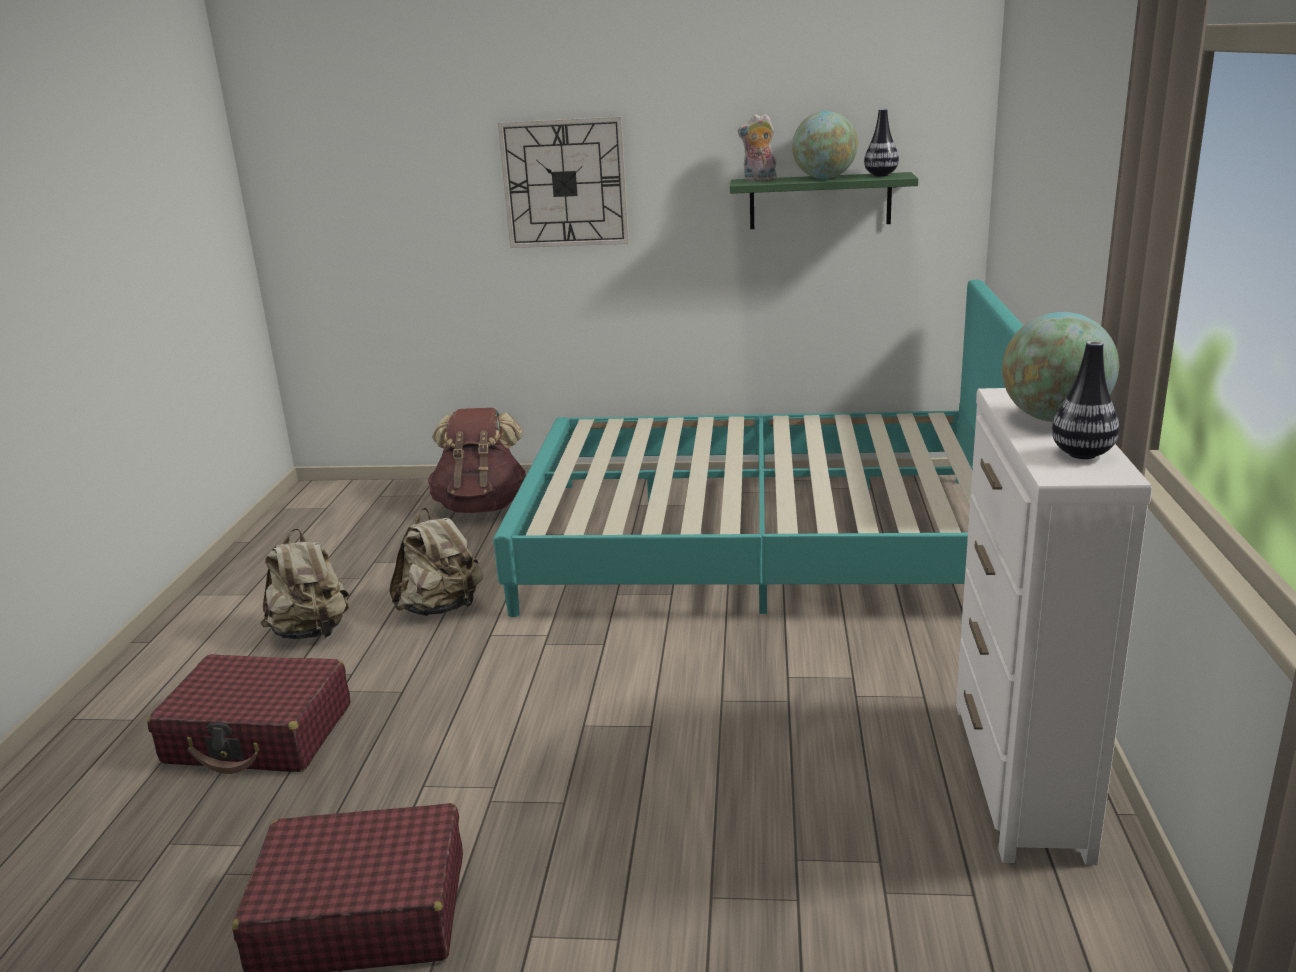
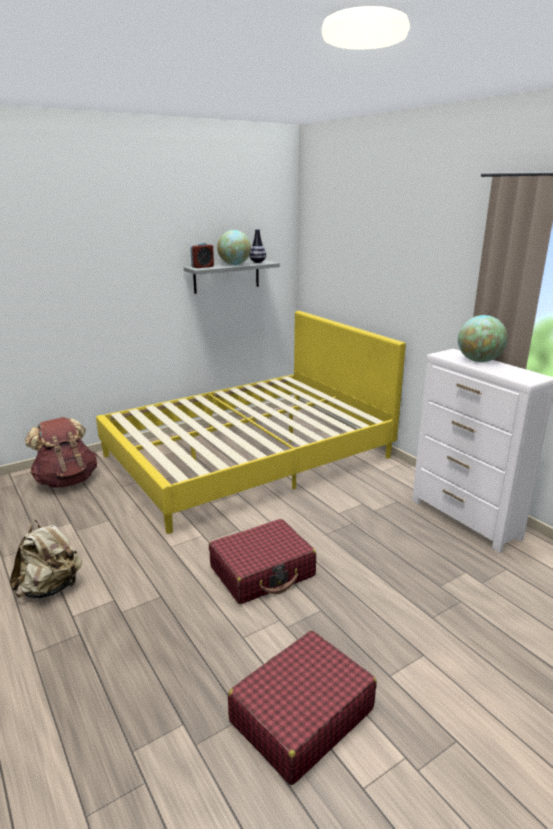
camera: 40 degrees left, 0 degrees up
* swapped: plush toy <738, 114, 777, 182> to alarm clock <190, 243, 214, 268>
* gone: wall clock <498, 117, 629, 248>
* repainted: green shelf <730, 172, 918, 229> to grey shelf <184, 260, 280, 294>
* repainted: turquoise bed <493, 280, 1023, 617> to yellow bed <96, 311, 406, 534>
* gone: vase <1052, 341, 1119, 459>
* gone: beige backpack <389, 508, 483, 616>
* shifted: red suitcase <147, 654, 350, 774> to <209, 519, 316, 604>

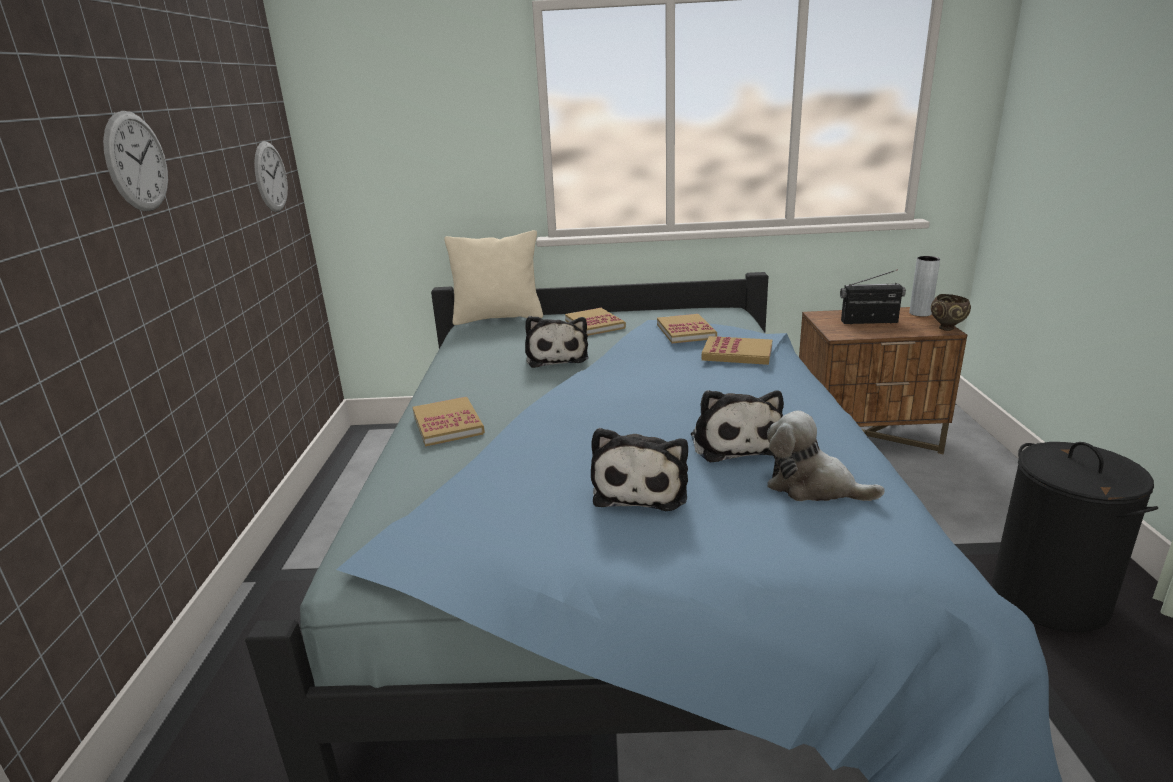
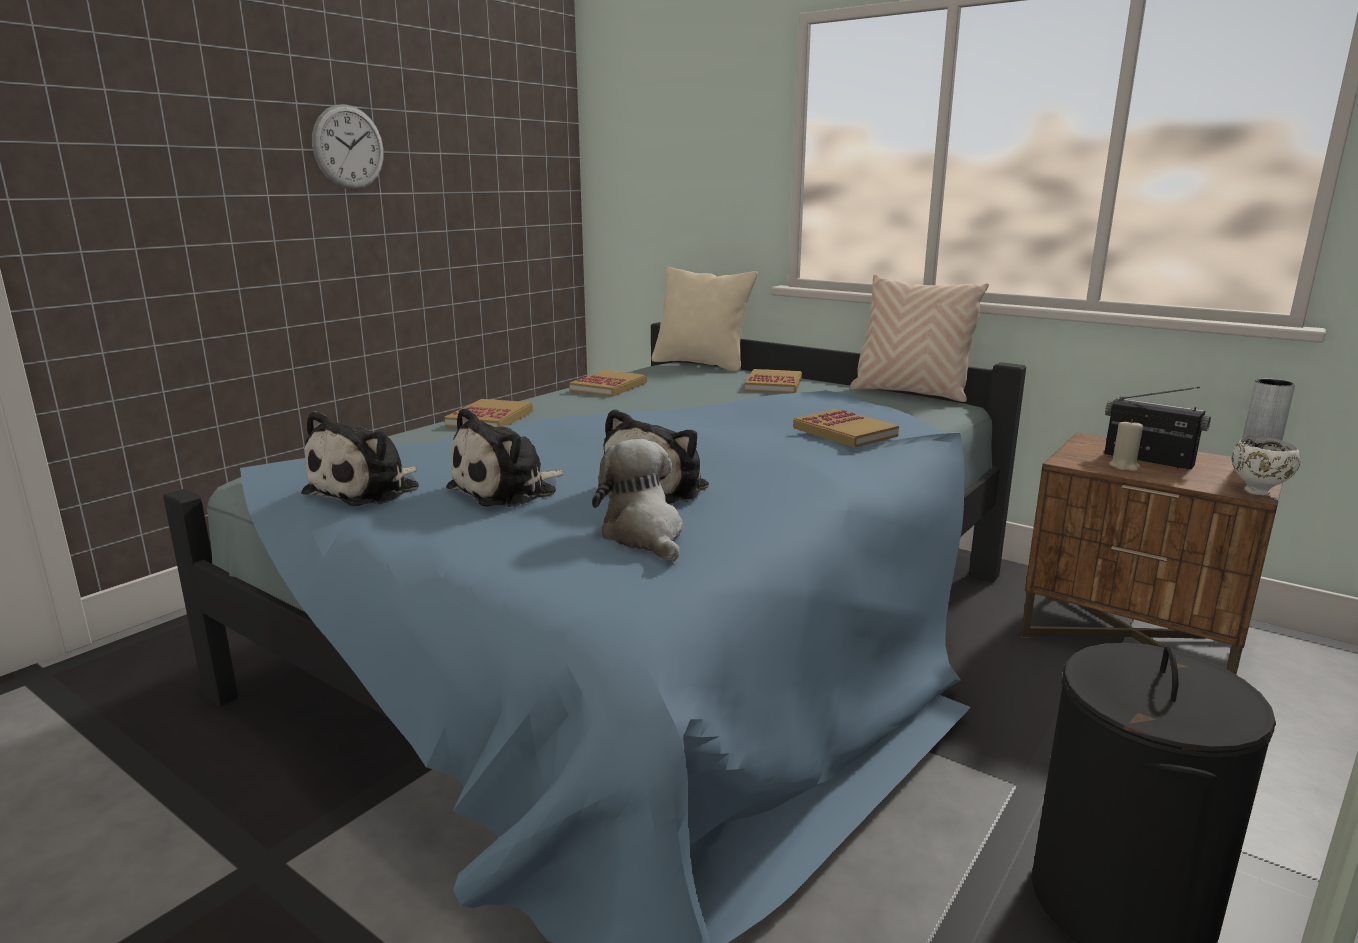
camera: 35 degrees right, 5 degrees down
* gone: wall clock <254, 141, 288, 212>
* repainted: brown bowl <931, 294, 971, 331> to white bowl <1232, 435, 1300, 495>
* shifted: book <657, 314, 717, 343> to <569, 370, 647, 397>
* shifted: plush toy <525, 316, 589, 368> to <301, 411, 419, 506>
* new: beige pillow <850, 275, 989, 402>
* new: beige candle <1109, 419, 1143, 471>

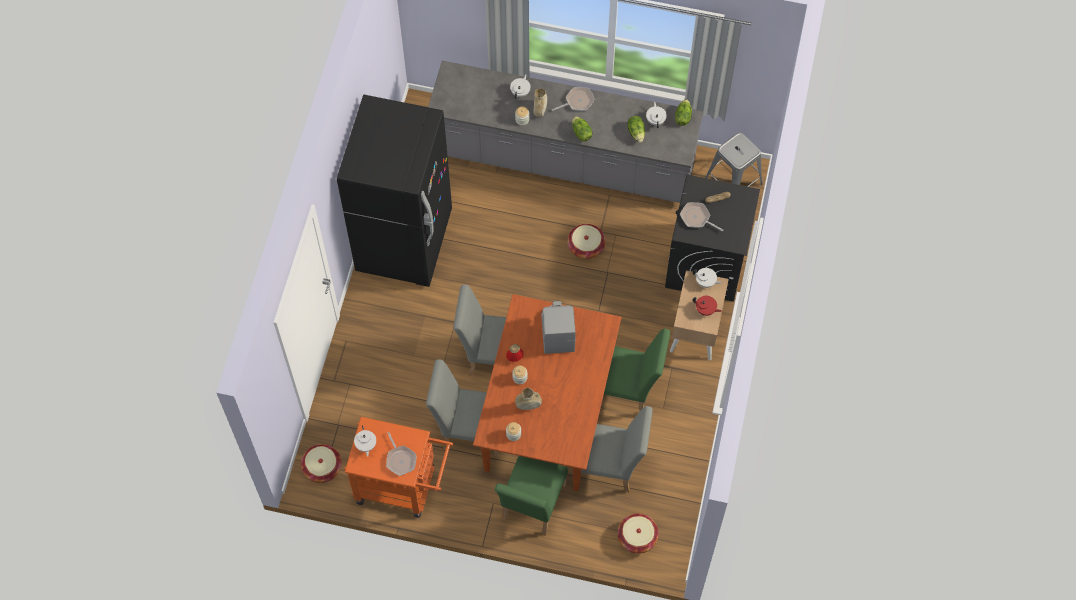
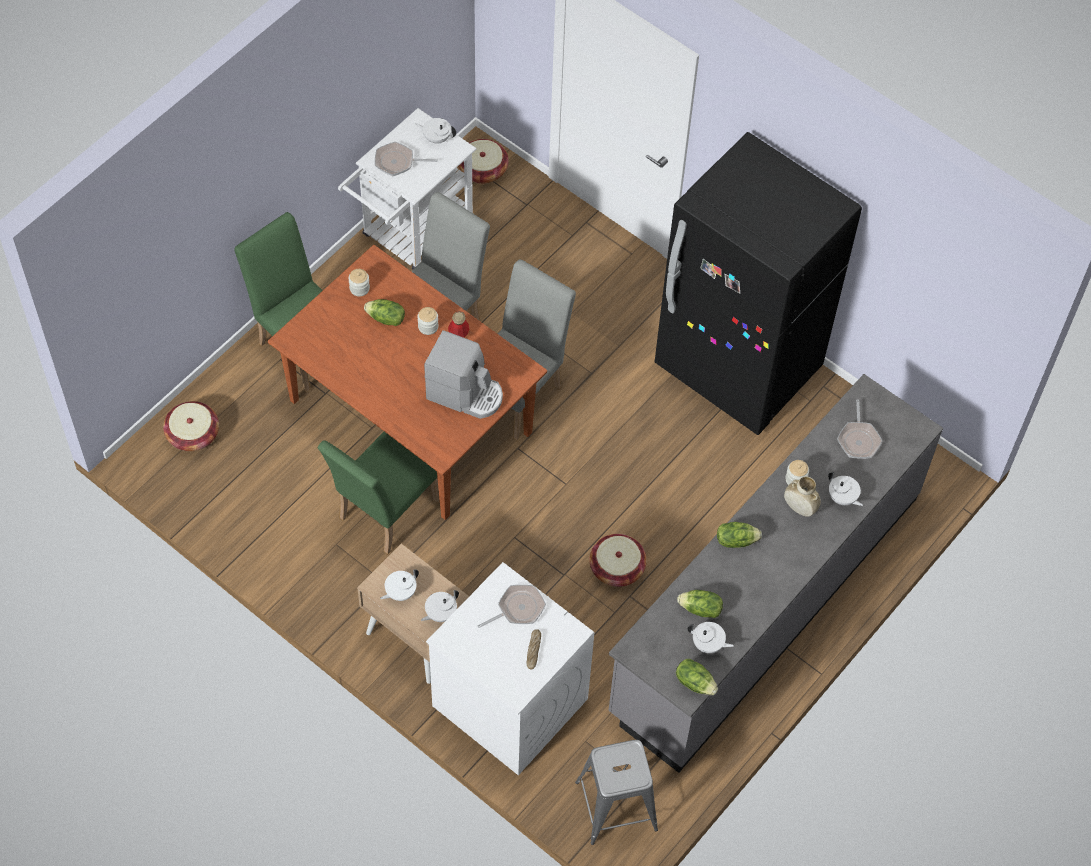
camera: 115 degrees right, 5 degrees down
* shifted: frying pan <552, 87, 595, 111> to <837, 399, 882, 459>
* repainted: black washing machine <665, 175, 760, 302> to white washing machine <426, 562, 595, 775>
* repainted: red teapot <693, 296, 722, 316> to white teapot <380, 569, 419, 601>
* swapped: beige vase <515, 388, 542, 410> to lettuce <364, 299, 405, 326>
* gone: grey chair <581, 406, 653, 492>
* repainted: orange cart <344, 417, 453, 518> to white cart <338, 108, 476, 269>

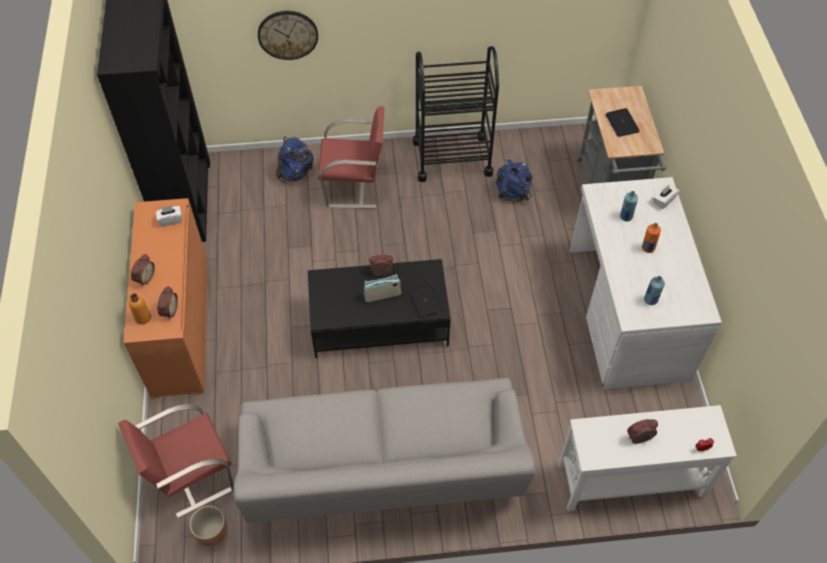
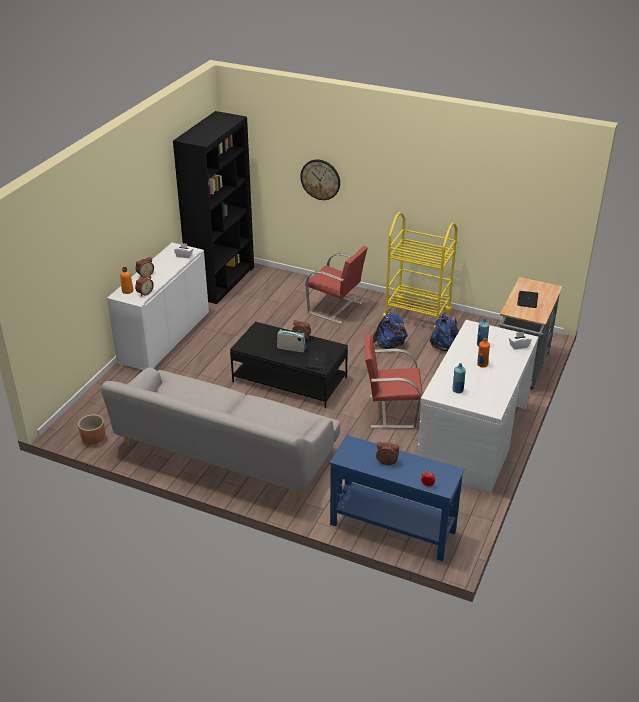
camera: 30 degrees right, 20 degrees down
* repainted: black cart <413, 46, 499, 182> to yellow cart <383, 212, 458, 330>
* shifted: blue backpack <276, 137, 313, 182> to <373, 309, 408, 349>
* repainted: orange cabinet <124, 198, 207, 399> to white cabinet <107, 243, 209, 370>
* shifted: red chair <118, 404, 234, 518> to <364, 334, 423, 429>
* repainted: white console table <558, 405, 737, 511> to blue console table <329, 435, 464, 561>

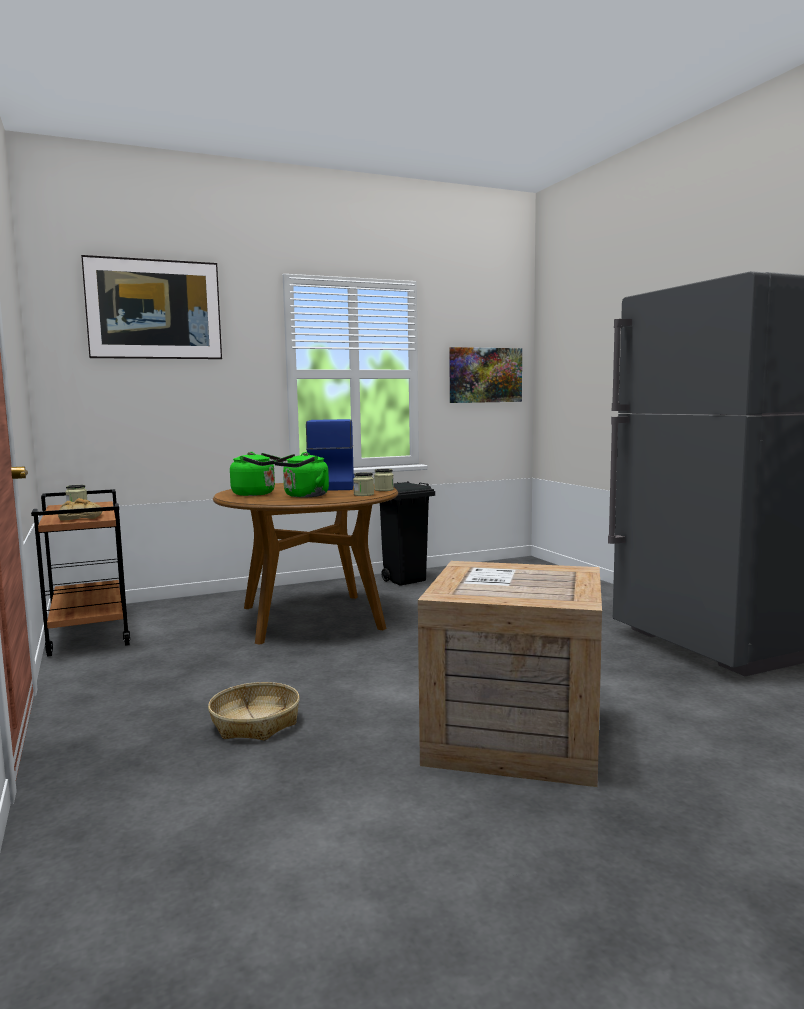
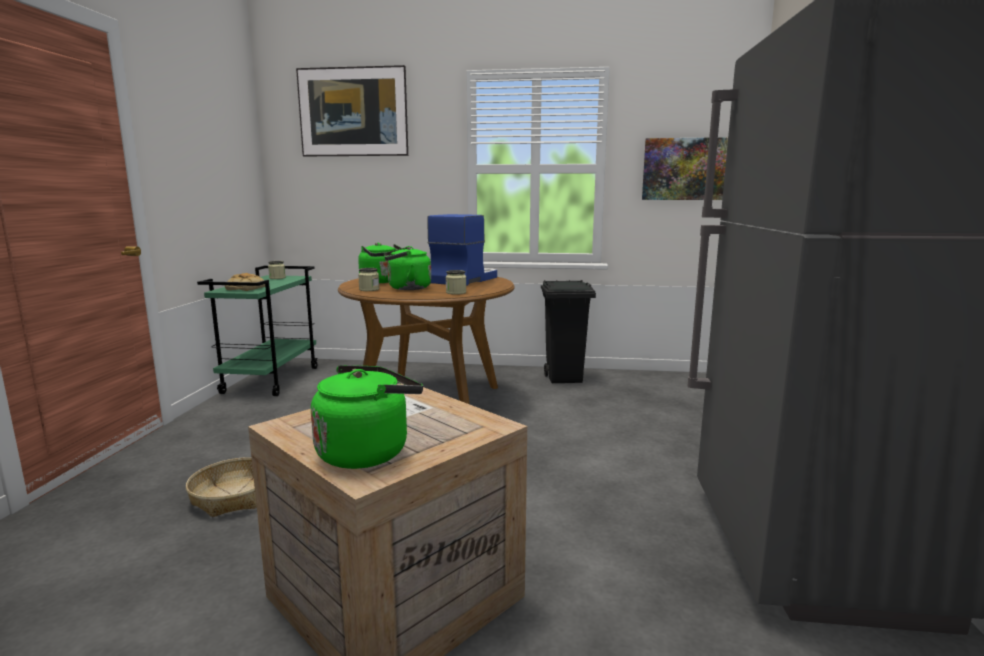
camera: 30 degrees right, 5 degrees up
* shifted: jar <374, 469, 394, 491> to <358, 268, 379, 291>
* repainted: brown cart <31, 489, 130, 657> to green cart <197, 266, 318, 396>
* new: green kettle <311, 365, 423, 469>

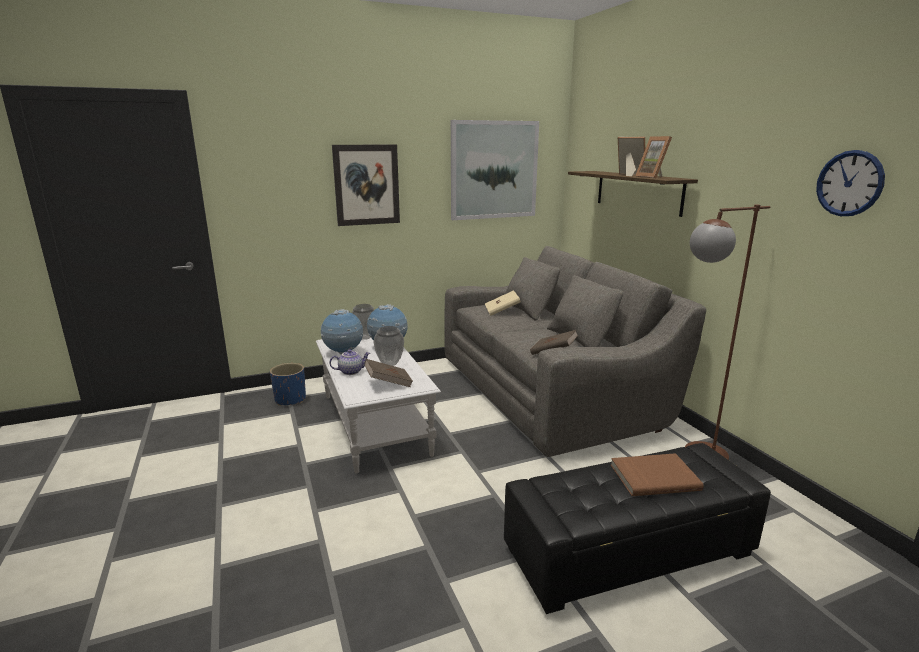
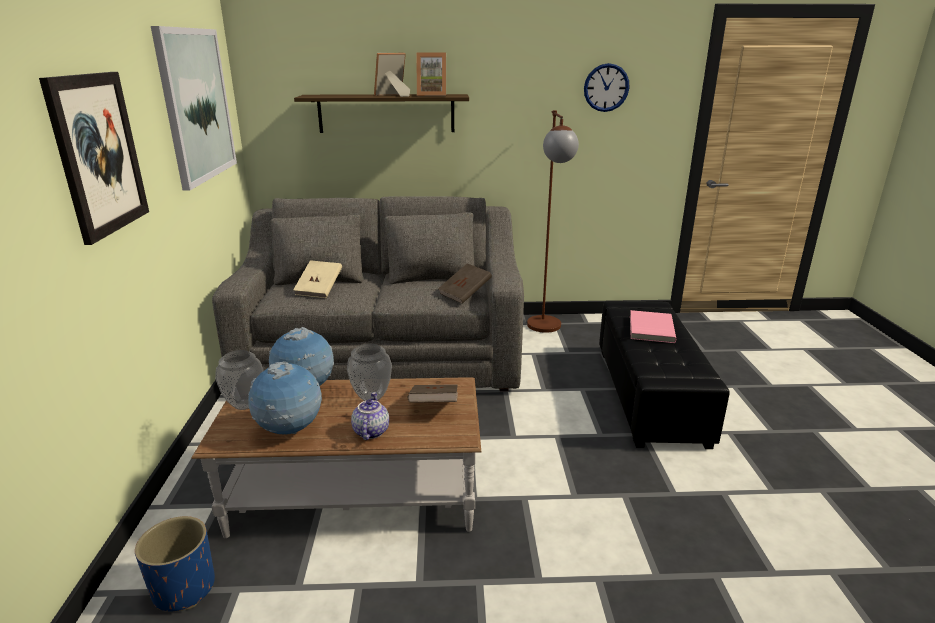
camera: 70 degrees left, 5 degrees up
* repainted: white coffee table <316, 338, 441, 473> to brown coffee table <191, 377, 481, 538>
* repainted: brown book <611, 453, 704, 496> to pink book <630, 310, 676, 343>

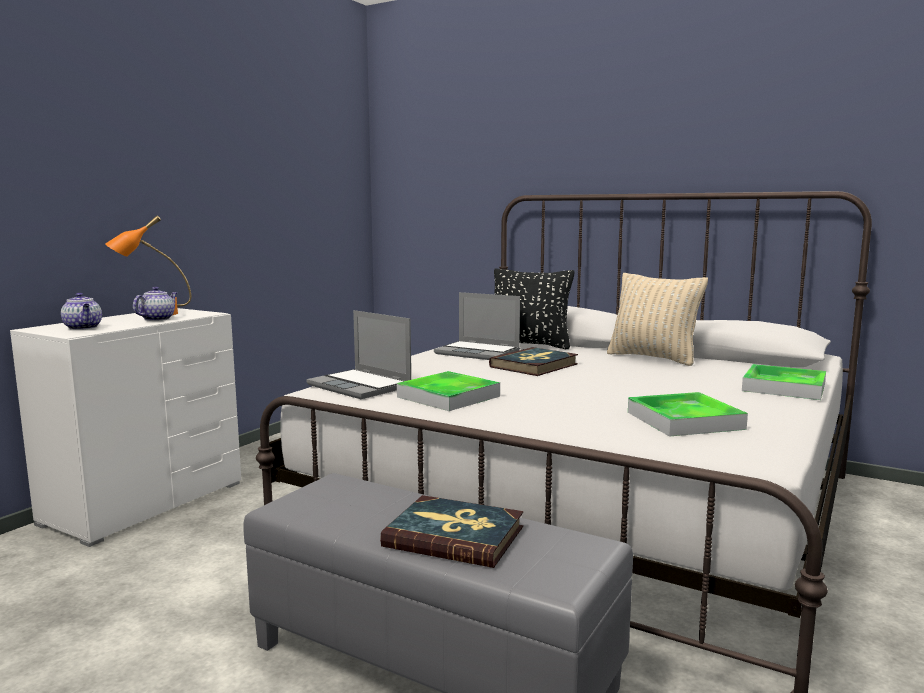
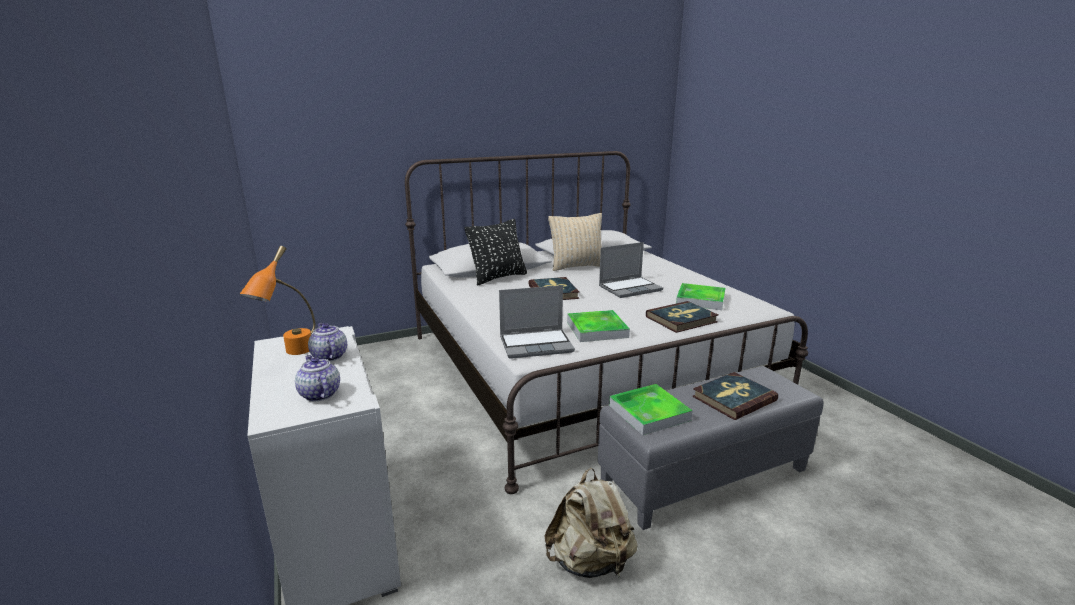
camera: 55 degrees left, 10 degrees up
* shifted: laptop <434, 292, 520, 360> to <599, 242, 663, 298>
* rotated: teapot <61, 293, 102, 330> = <295, 355, 340, 402> 120 degrees counterclockwise
* shifted: tray <742, 364, 826, 400> to <609, 384, 693, 435>
* new: book <646, 301, 718, 333>
* new: beige backpack <545, 468, 638, 578>

